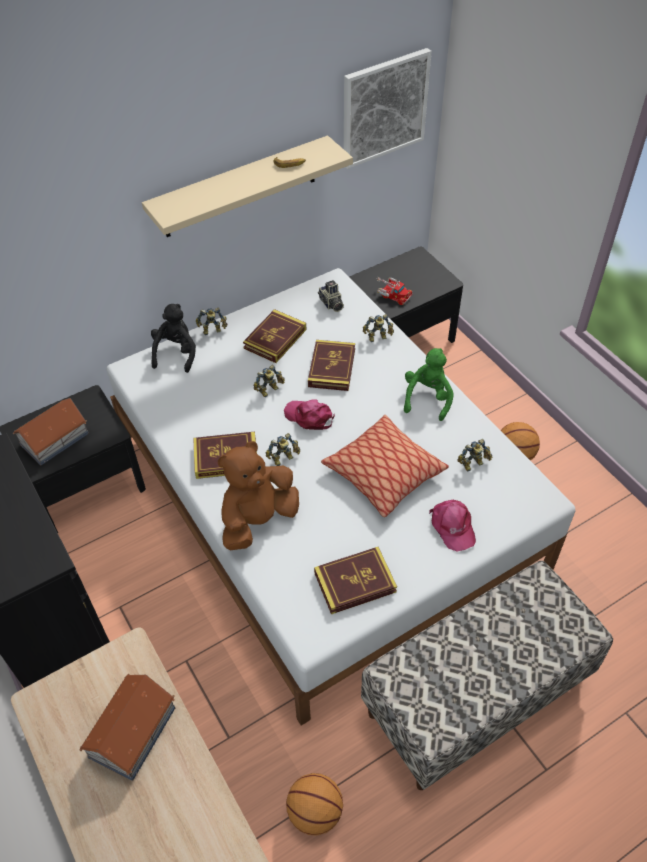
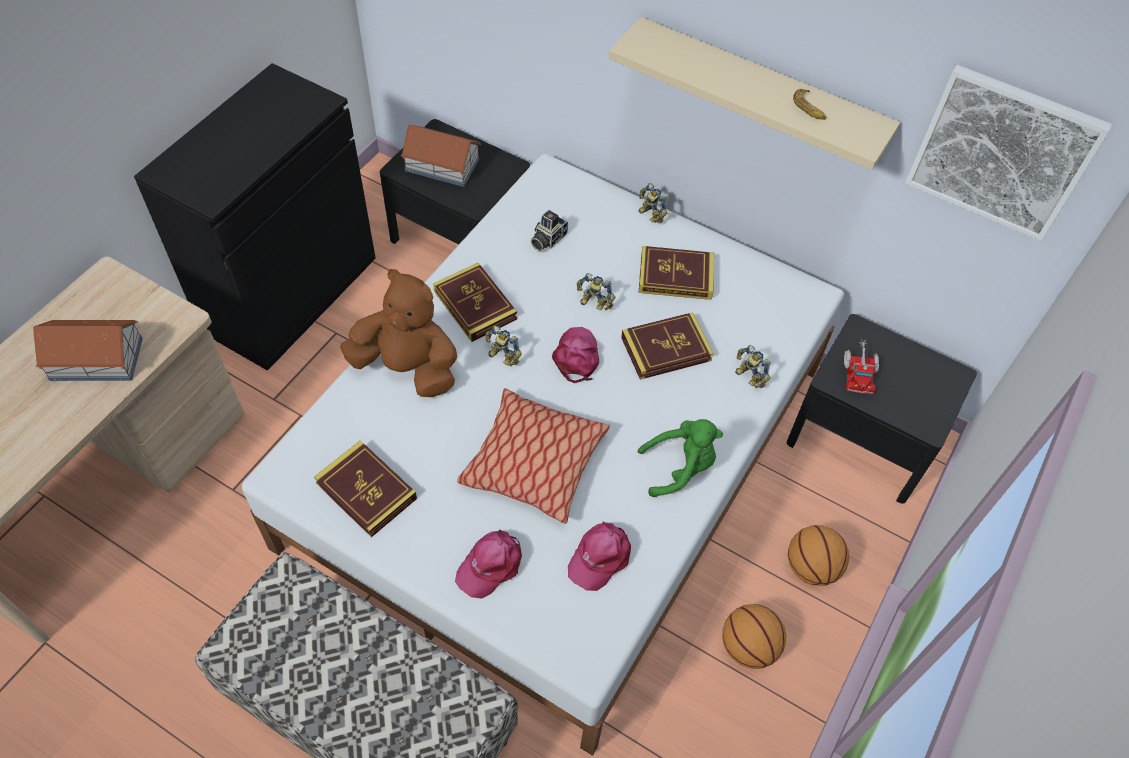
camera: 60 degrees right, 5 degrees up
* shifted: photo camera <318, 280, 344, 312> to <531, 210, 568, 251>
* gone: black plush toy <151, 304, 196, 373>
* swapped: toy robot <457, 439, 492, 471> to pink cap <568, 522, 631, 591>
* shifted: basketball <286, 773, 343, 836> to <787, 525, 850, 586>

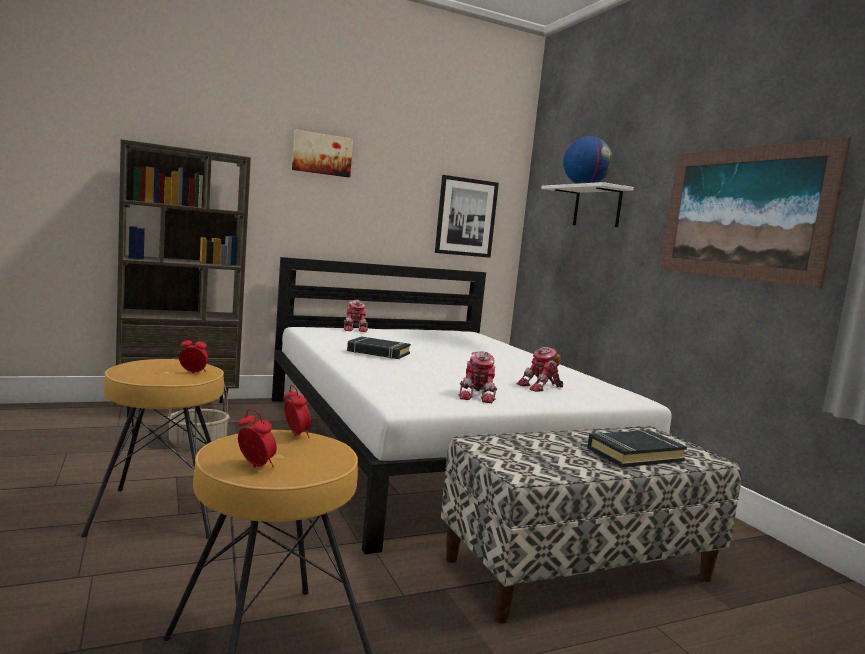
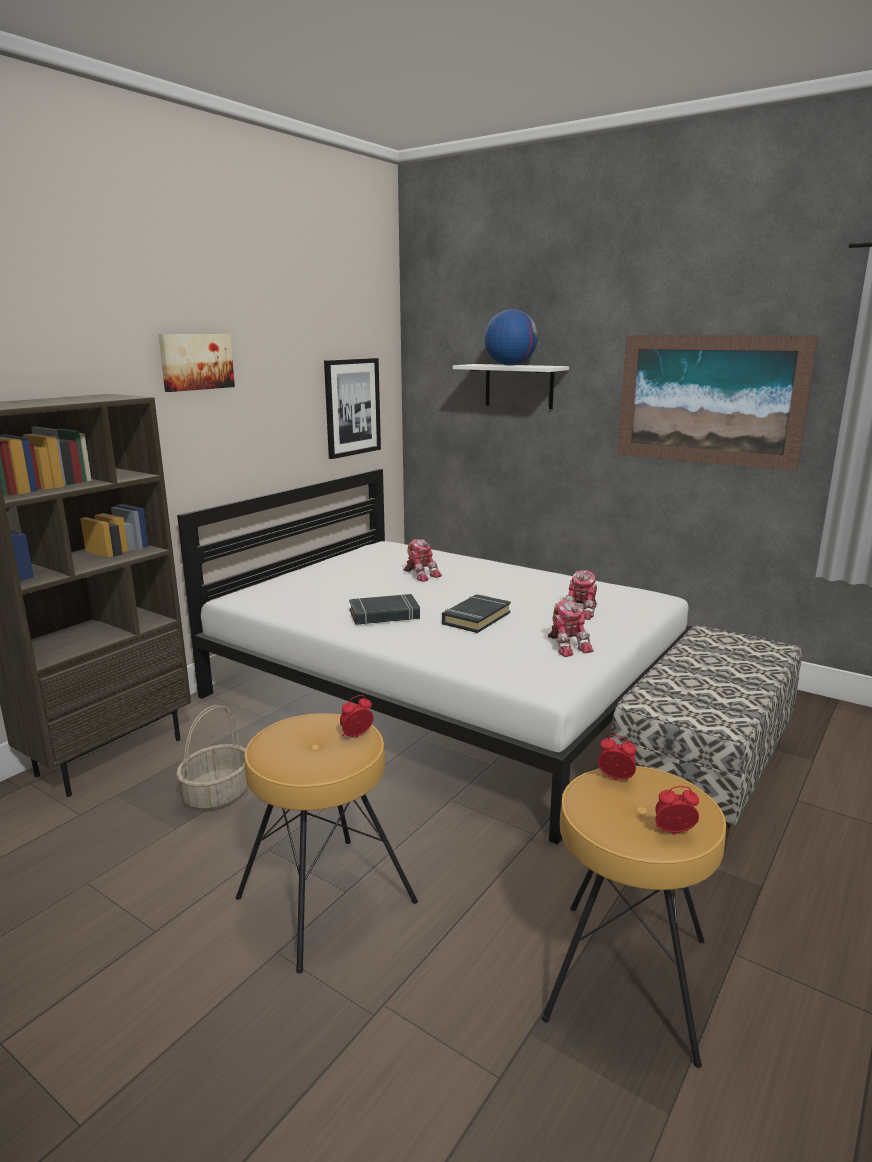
camera: 30 degrees left, 10 degrees up
* shifted: toy robot <344, 300, 368, 332> to <403, 539, 442, 582>
* shifted: black book <587, 430, 687, 467> to <442, 594, 511, 633>

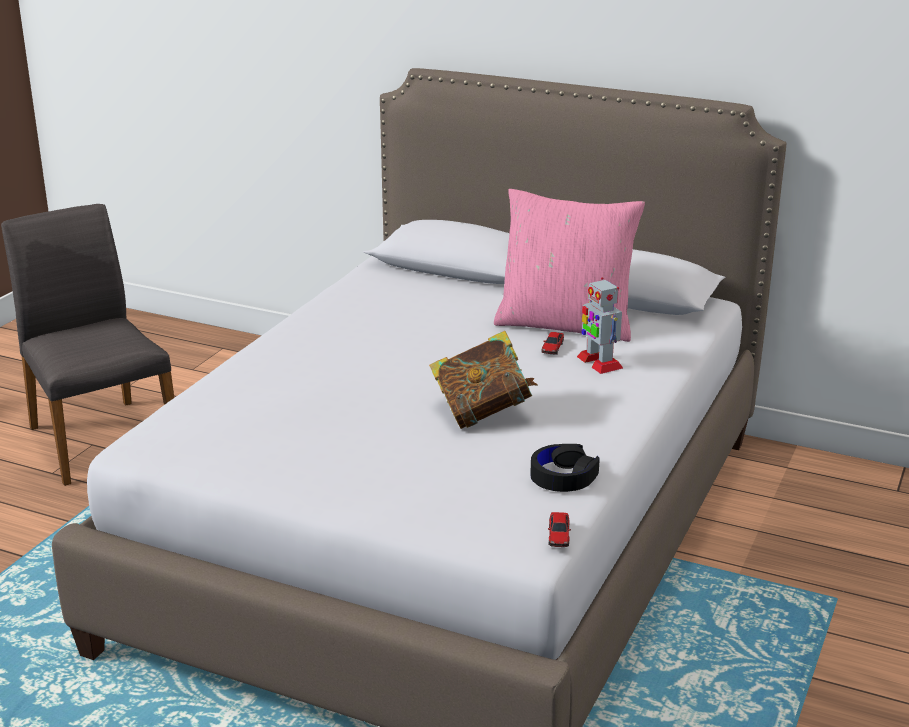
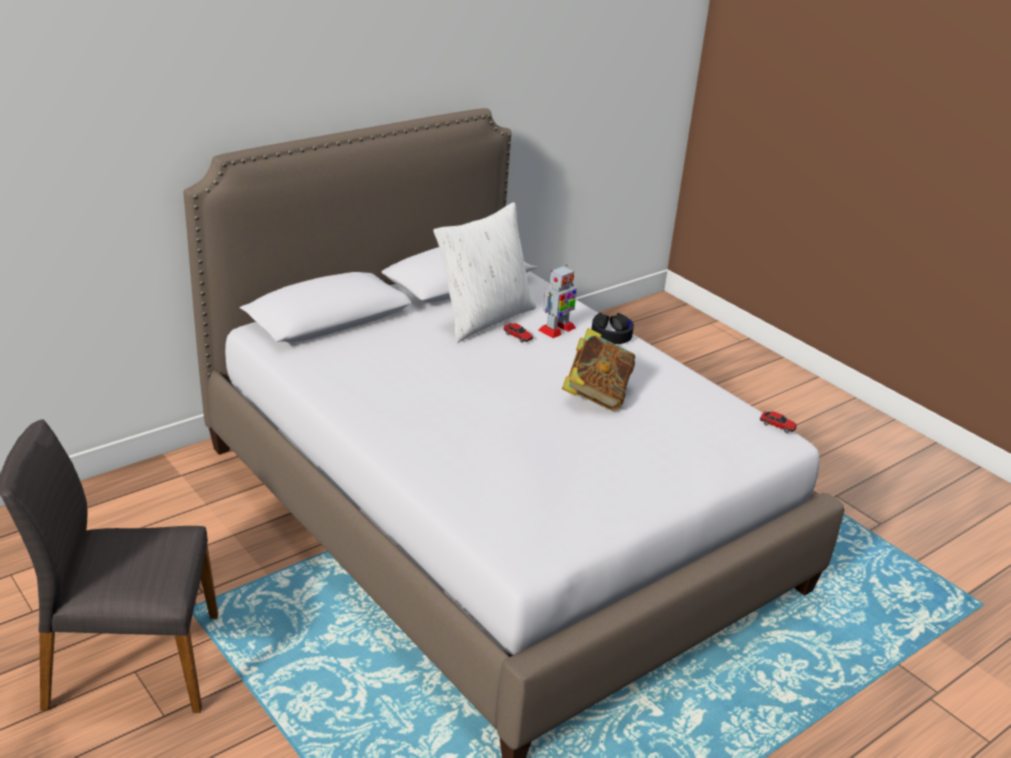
camera: 65 degrees left, 5 degrees up
* repainted: pink pillow <494, 189, 645, 342> to white pillow <433, 202, 536, 342>
* rotated: toy robot <577, 277, 623, 374> = <538, 264, 577, 338> 45 degrees counterclockwise
* shifted: black headphones <530, 444, 600, 492> to <591, 313, 634, 344>

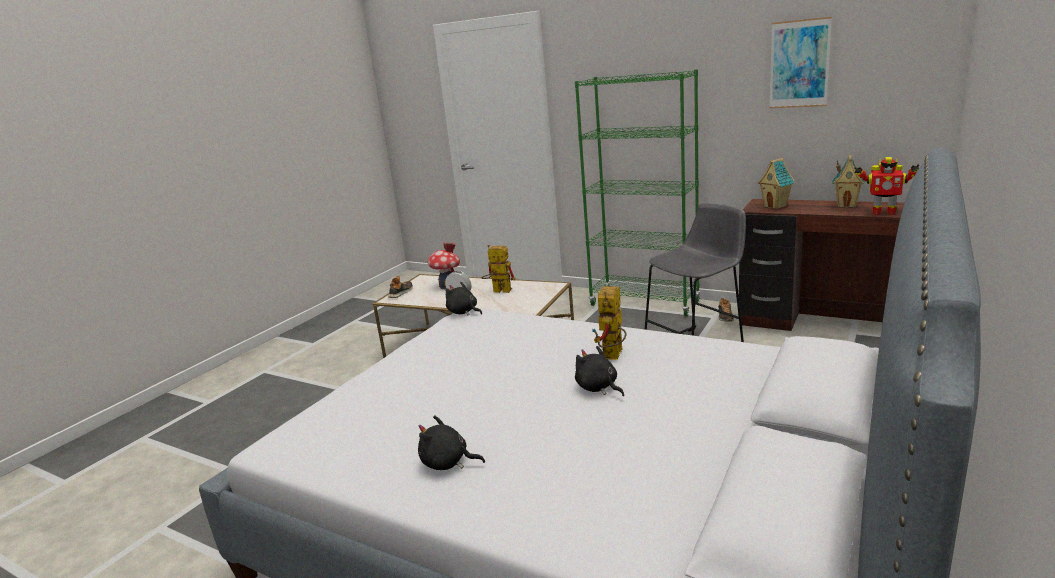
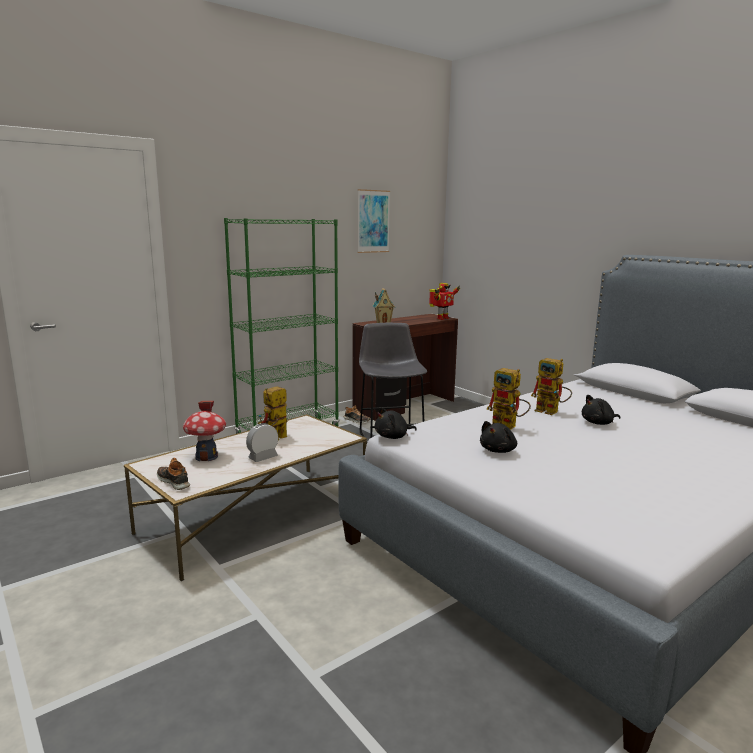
camera: 70 degrees left, 5 degrees down
* gone: toy house <832, 155, 865, 208>
* shifted: black plush toy <418, 415, 485, 470> to <480, 421, 517, 453>
* new: toy robot <486, 368, 531, 430>

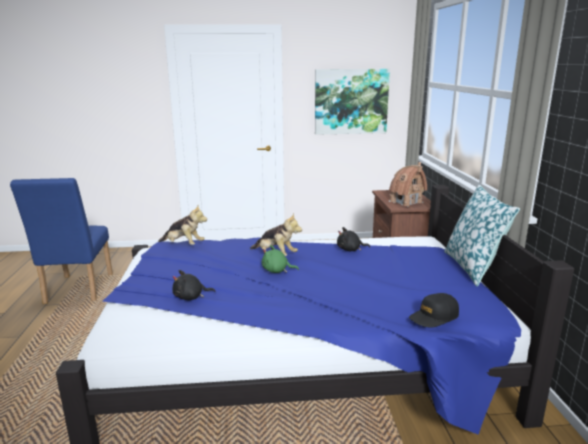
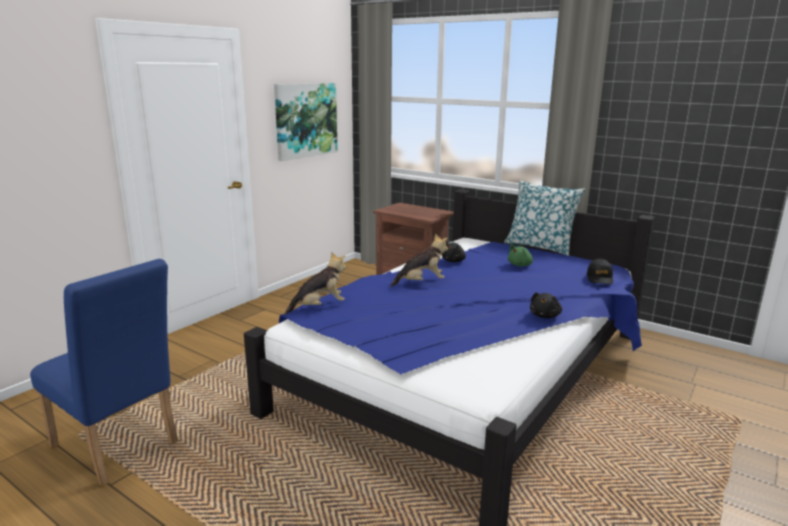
camera: 50 degrees left, 0 degrees up
* gone: toy house <389, 162, 427, 207>
* shifted: green plush toy <262, 245, 299, 273> to <508, 244, 533, 266>
* shifted: black plush toy <172, 270, 216, 300> to <530, 292, 562, 318>

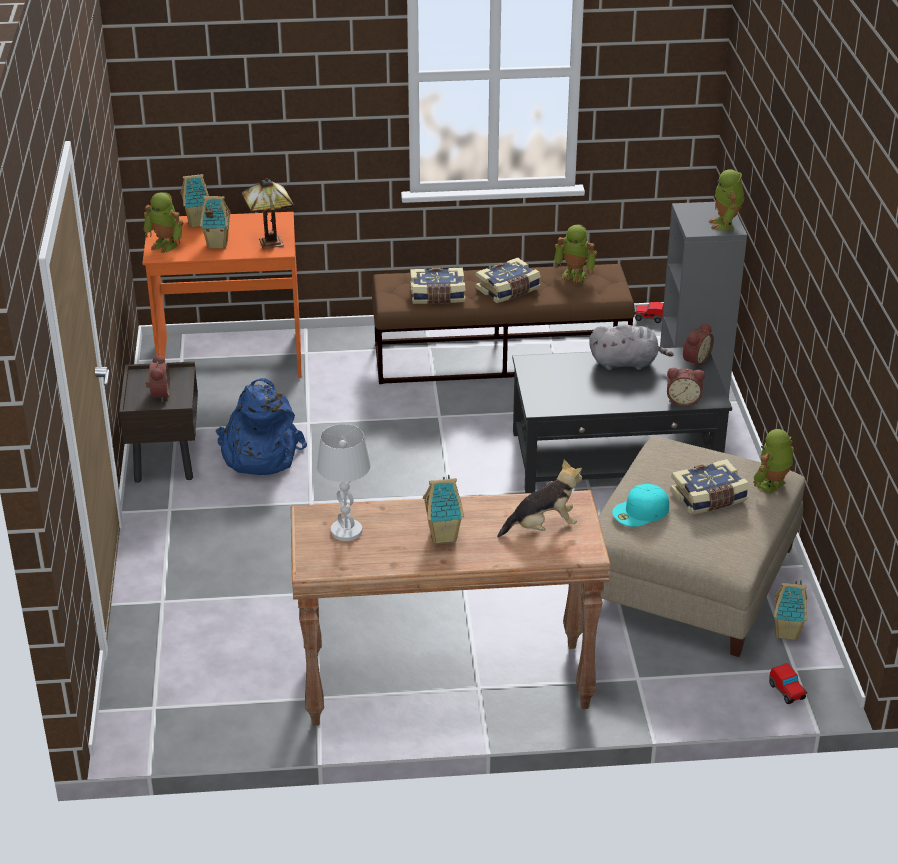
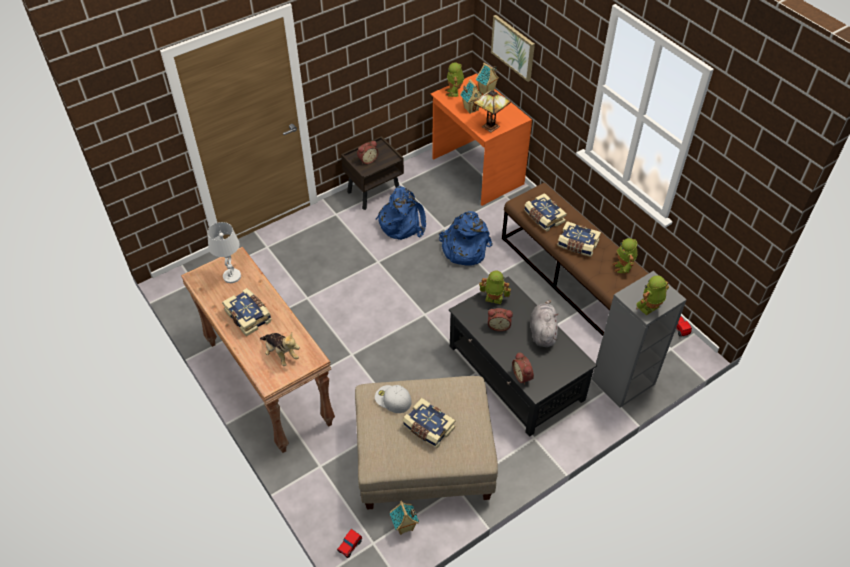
camera: 60 degrees right, 15 degrees up
* shifted: alarm clock <683, 323, 714, 368> to <488, 308, 513, 331>
* rotated: grey plush toy <589, 324, 674, 370> = <530, 300, 559, 347> 150 degrees counterclockwise
* shifted: toy robot <753, 429, 794, 494> to <479, 271, 511, 304>
* swapped: toy house <423, 475, 464, 544> to book <222, 288, 272, 336>
* repainted: turquoise cap <612, 484, 669, 527> to white cap <375, 385, 412, 413>
* new: picture <491, 15, 535, 82>
* new: blue backpack <439, 211, 493, 266>

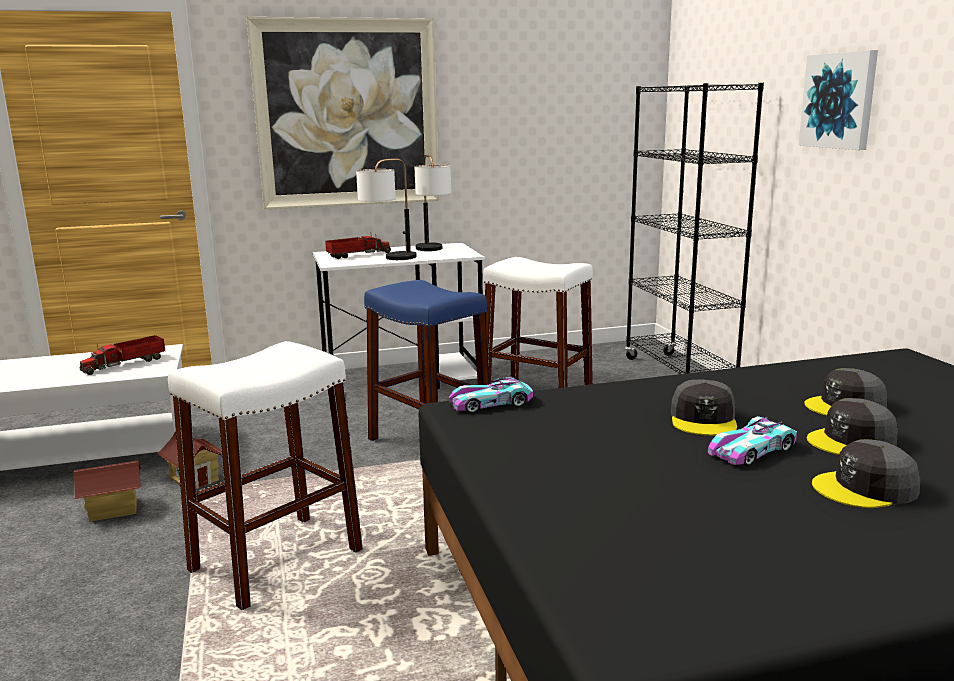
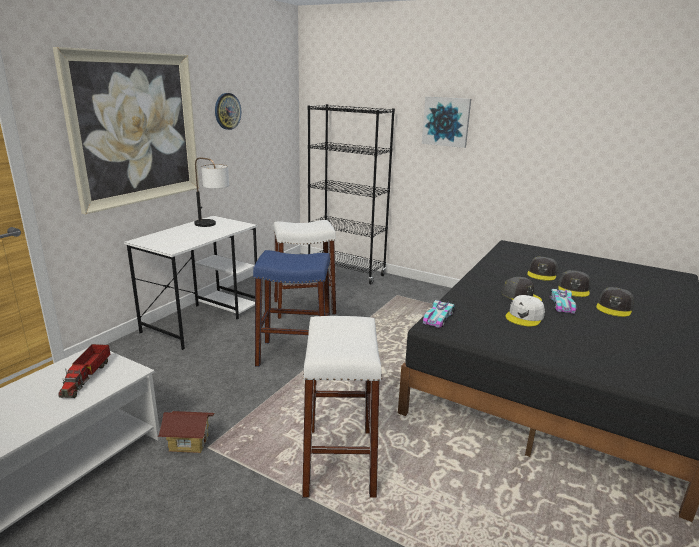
camera: 45 degrees left, 5 degrees up
* gone: table lamp <356, 158, 417, 260>
* gone: toy truck <325, 234, 391, 259>
* gone: toy house <74, 461, 141, 522>
* new: wall clock <215, 93, 241, 130>
* new: white cap <505, 295, 545, 326>

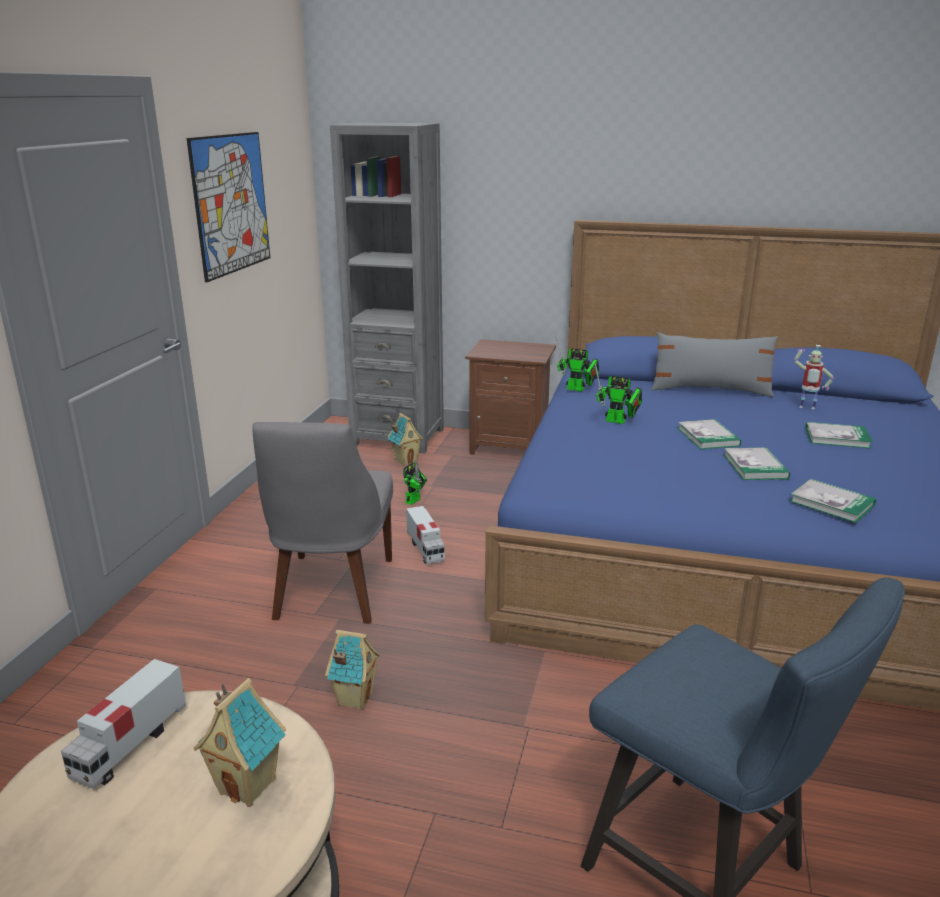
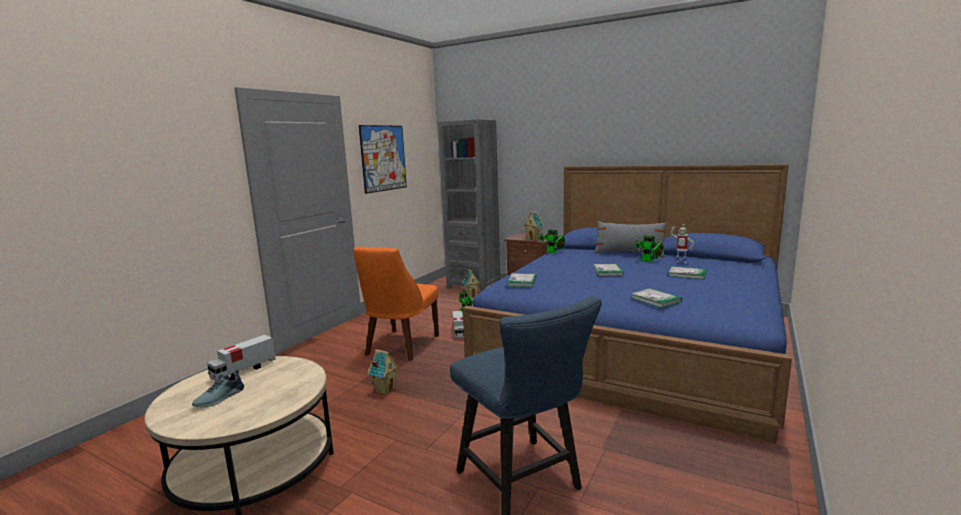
camera: 15 degrees right, 10 degrees down
* shifted: toy robot <595, 364, 642, 424> to <634, 228, 663, 262>
* repainted: grey chair <252, 422, 393, 624> to orange chair <353, 247, 439, 361>
* shifted: book <723, 447, 790, 480> to <507, 273, 536, 287>
* shifted: toy house <193, 678, 286, 807> to <524, 211, 544, 240>
* new: shoe <192, 370, 244, 407>

